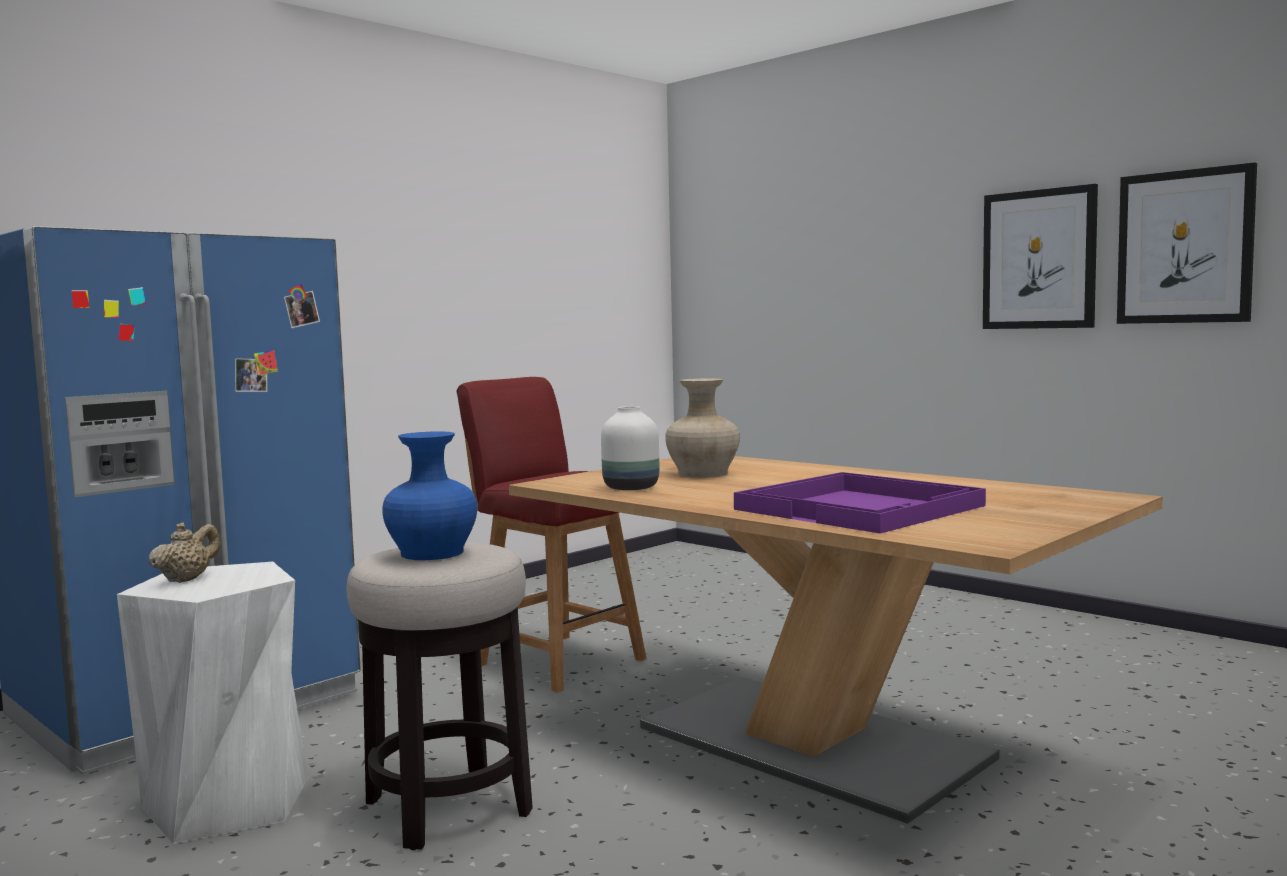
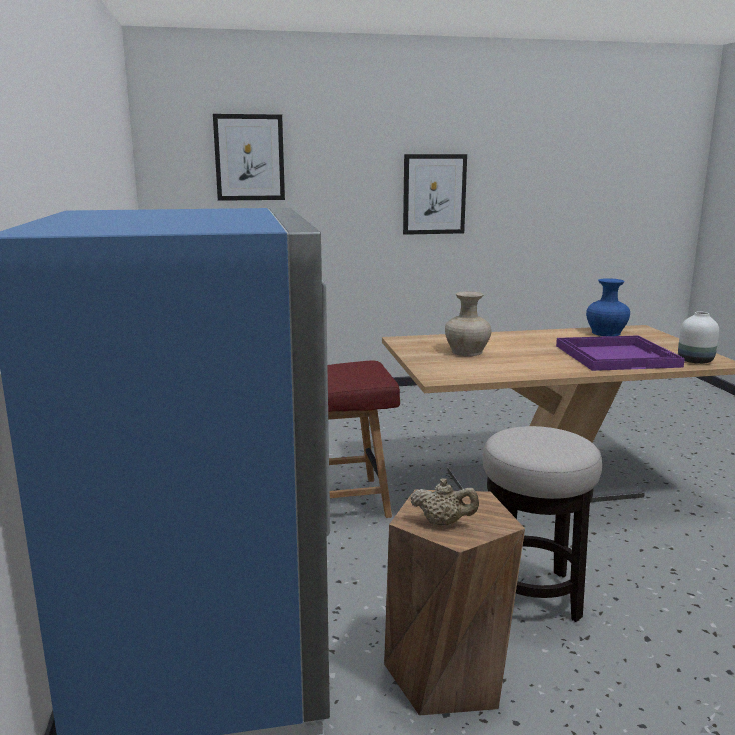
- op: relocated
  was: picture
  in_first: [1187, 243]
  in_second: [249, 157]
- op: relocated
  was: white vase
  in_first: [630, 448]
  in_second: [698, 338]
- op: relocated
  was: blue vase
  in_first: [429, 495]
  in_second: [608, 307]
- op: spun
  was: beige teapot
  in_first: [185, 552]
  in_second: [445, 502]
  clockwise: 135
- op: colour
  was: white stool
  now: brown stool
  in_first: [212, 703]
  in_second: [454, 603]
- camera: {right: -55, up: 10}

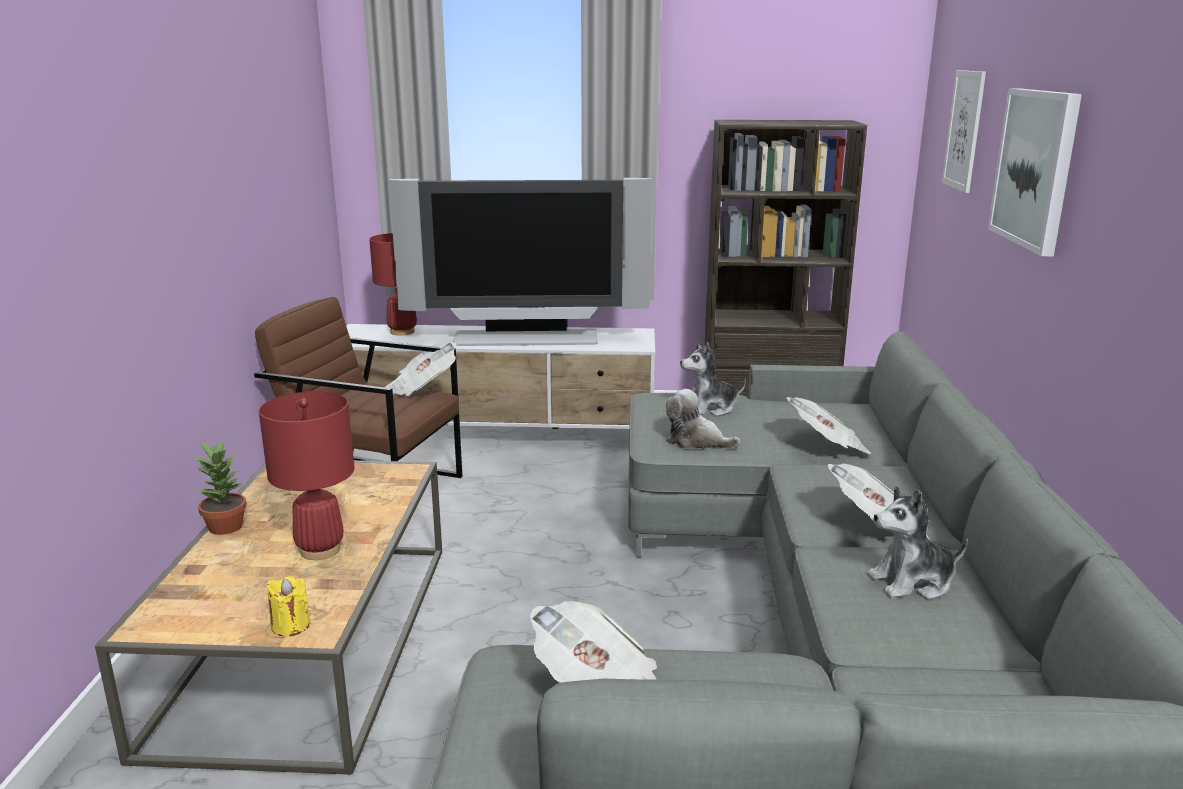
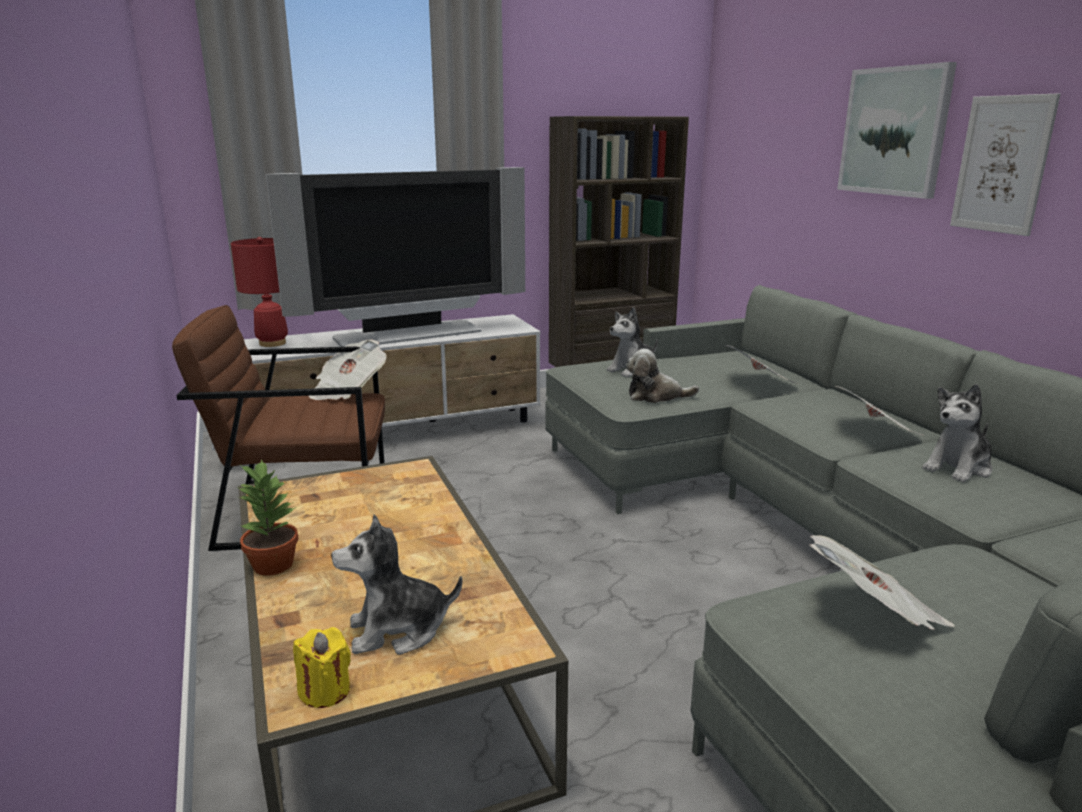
- op: relocated
  was: picture
  in_first: [964, 131]
  in_second: [1005, 165]
- op: missing
  was: red table lamp
  in_first: [307, 475]
- op: relocated
  was: yellow candle
  in_first: [288, 606]
  in_second: [322, 667]
- op: appeared
  now: plush toy
  in_second: [397, 585]
- camera: {right: -25, up: 0}

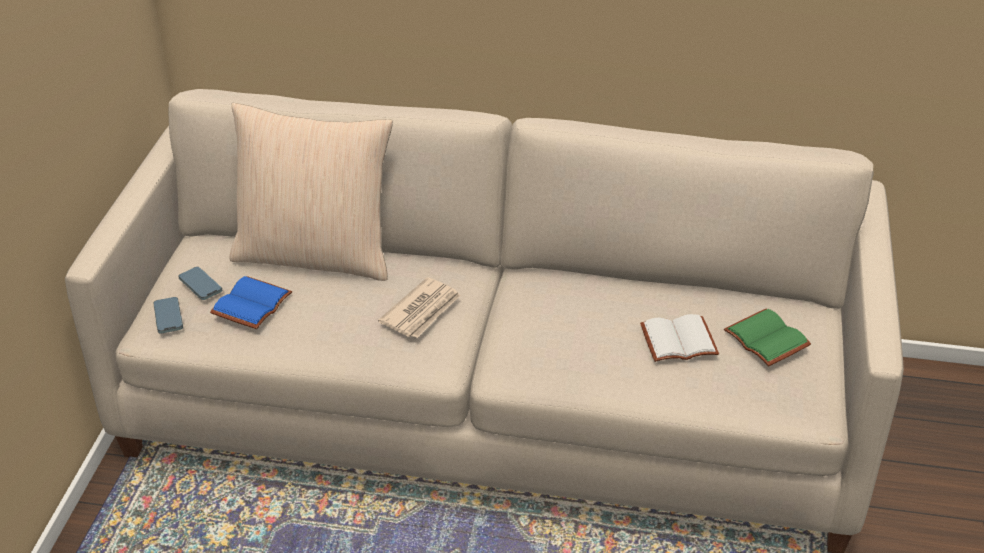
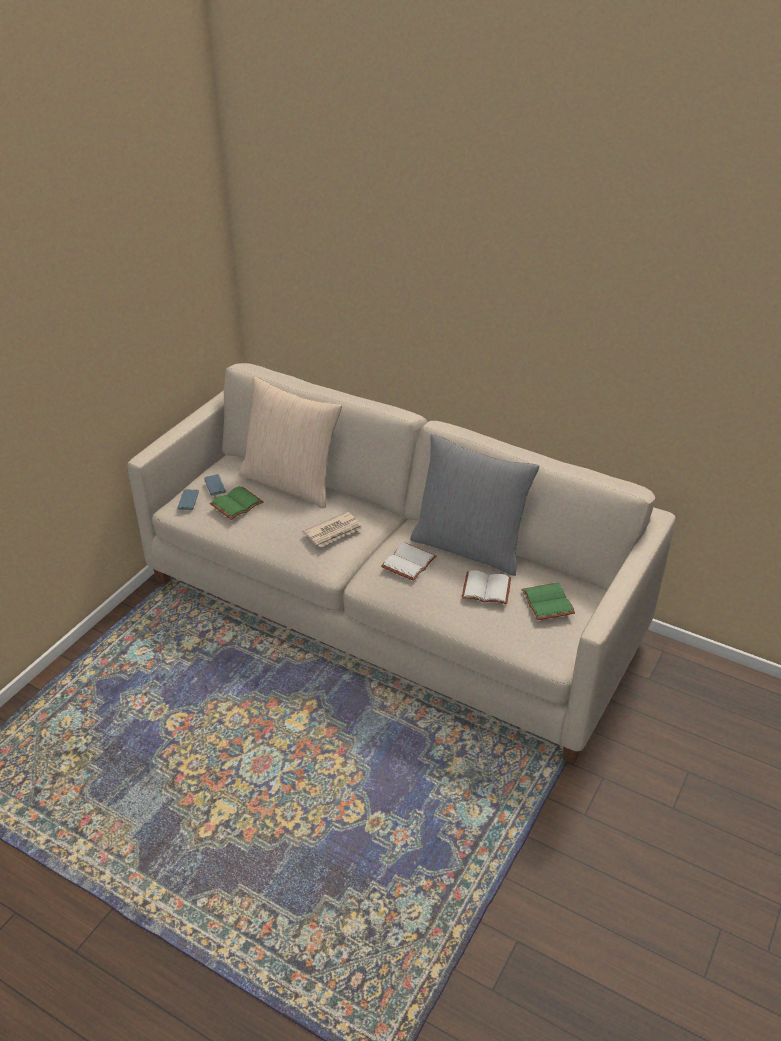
- op: colour
  was: blue book
  now: green book
  in_first: [251, 302]
  in_second: [237, 503]
- op: appeared
  now: grey pillow
  in_second: [474, 505]
- op: appeared
  now: white book
  in_second: [409, 562]
- camera: {right: 20, up: 0}

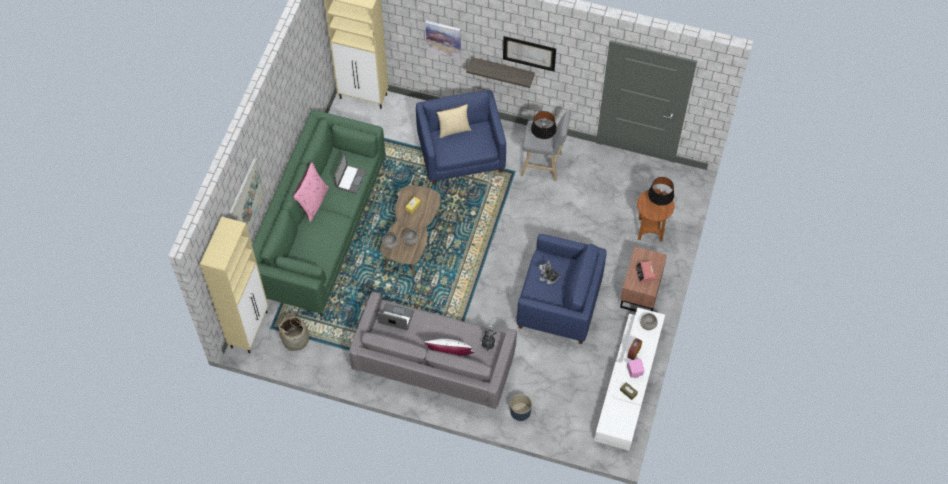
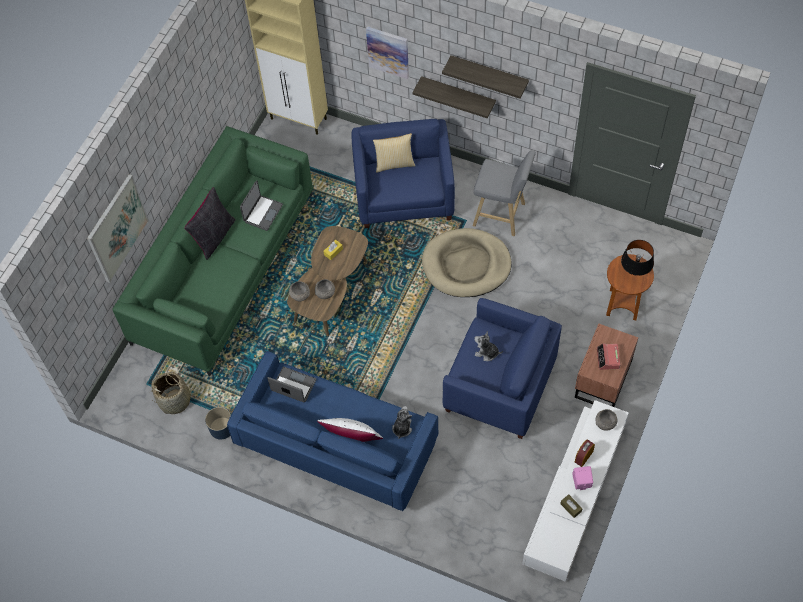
- op: exchanged
  was: picture
  now: shelf
  in_first: [529, 54]
  in_second: [485, 77]
- op: missing
  was: black table lamp
  in_first: [544, 125]
- op: colour
  was: pink pillow
  now: black pillow
  in_first: [311, 192]
  in_second: [209, 223]
- op: missing
  was: beige cabinet
  in_first: [234, 284]
- op: colour
  was: grey sofa
  now: blue sofa
  in_first: [433, 350]
  in_second: [332, 431]
- op: relocated
  was: blue planter
  in_first: [521, 407]
  in_second: [218, 423]
- op: appeared
  now: beige dog bed
  in_second: [466, 262]
- camera: {right: 10, up: 0}

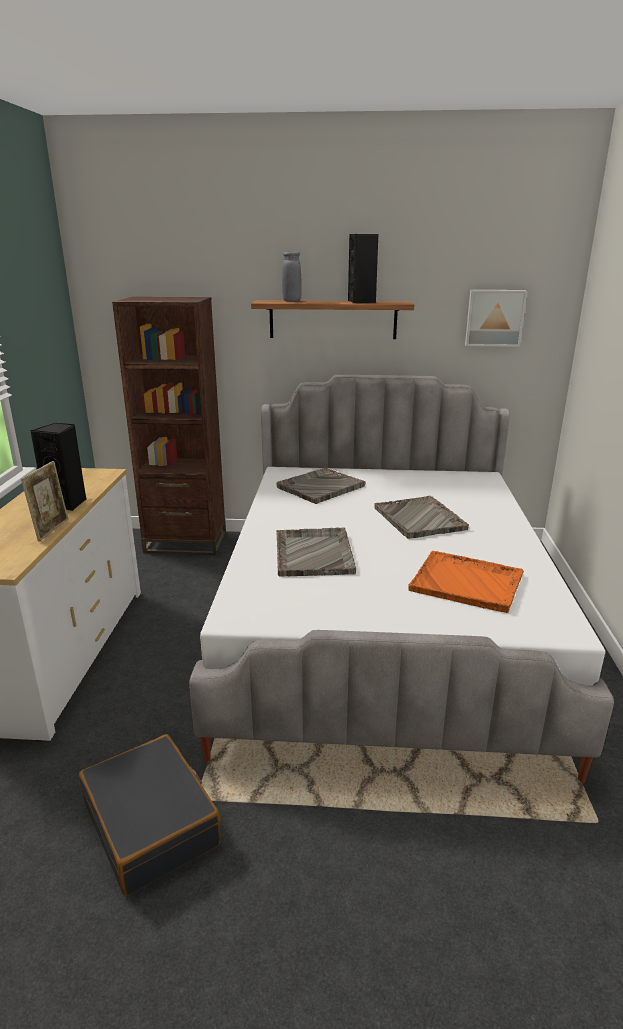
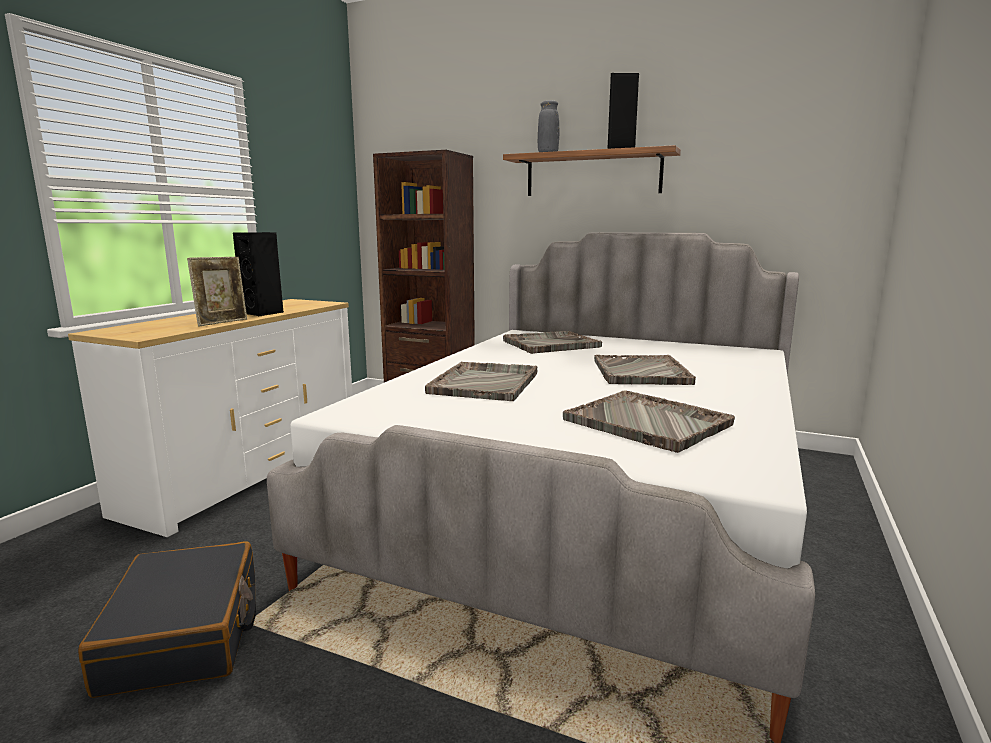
- op: missing
  was: picture
  in_first: [496, 318]
- op: colour
  was: orange tray
  now: grey tray
  in_first: [466, 582]
  in_second: [649, 421]
- camera: {right: 20, up: -10}

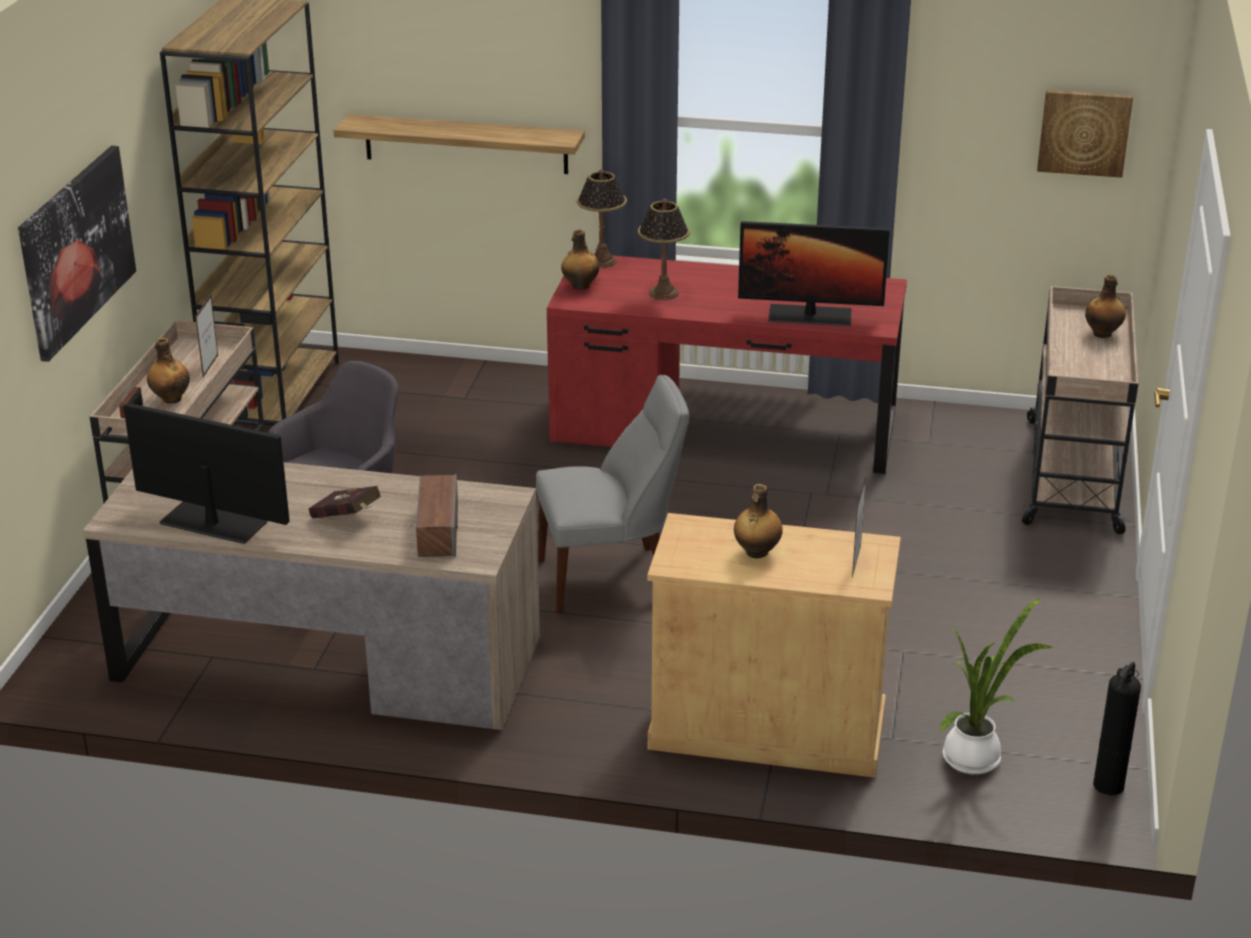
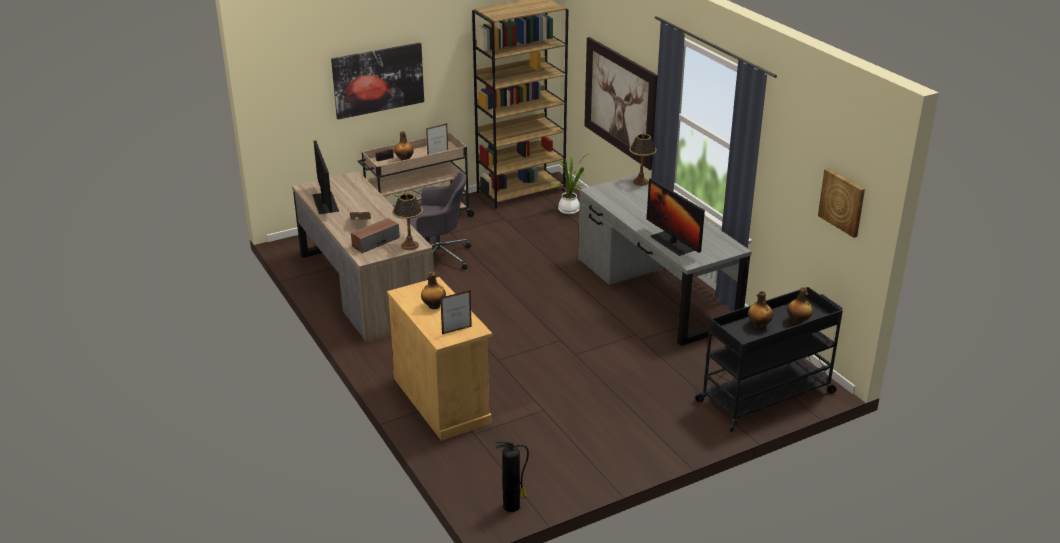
- op: exchanged
  was: shelf
  now: picture
  in_first: [459, 144]
  in_second: [621, 103]
- op: relocated
  was: table lamp
  in_first: [664, 249]
  in_second: [408, 221]
- op: relocated
  was: bottle
  in_first: [580, 259]
  in_second: [760, 310]
- op: colour
  was: red desk
  now: grey desk
  in_first: [727, 364]
  in_second: [665, 260]
- op: colour
  was: beige cart
  now: black cart
  in_first: [1079, 410]
  in_second: [768, 359]
- op: missing
  was: grey chair
  in_first: [612, 494]
- op: relocated
  was: potted plant
  in_first: [996, 686]
  in_second: [571, 183]
- camera: {right: 50, up: 0}

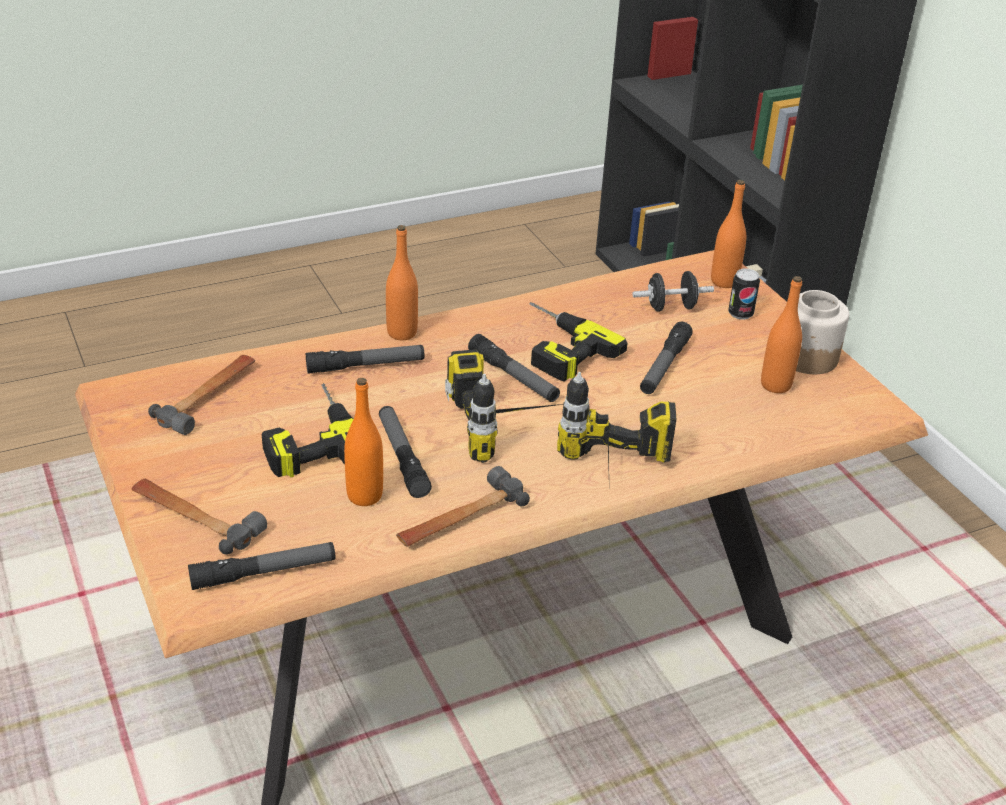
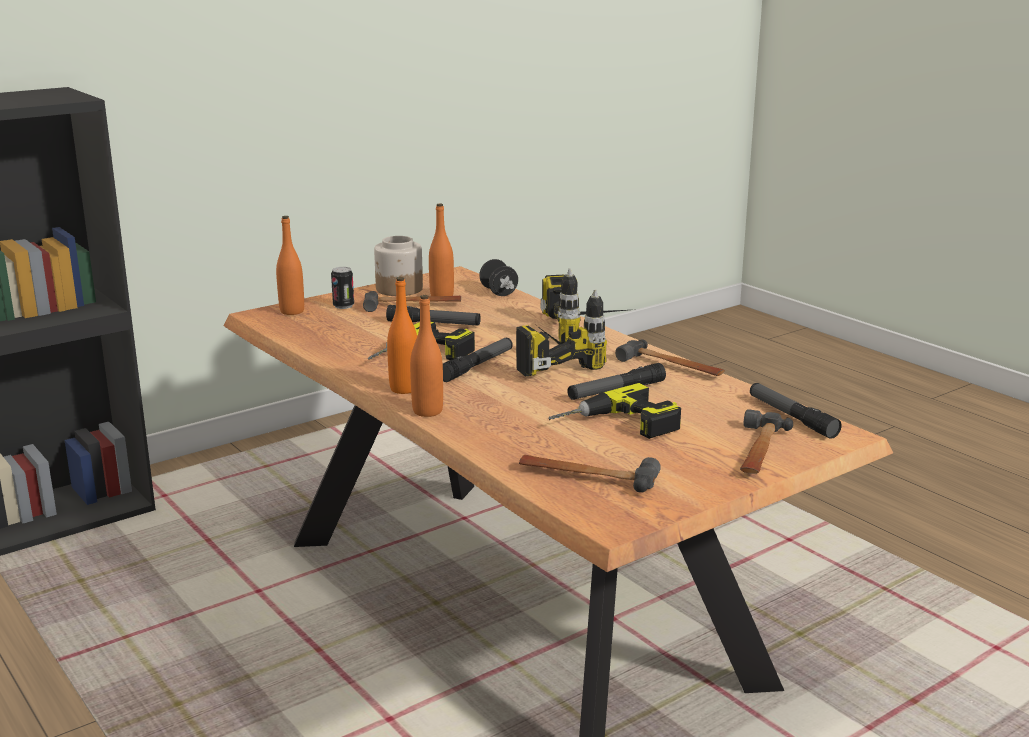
- op: relocated
  was: black dumbbell
  in_first: [673, 291]
  in_second: [498, 277]
- op: missing
  was: flashlight
  in_first: [365, 359]
- op: relocated
  was: orange bottle
  in_first: [363, 442]
  in_second: [402, 335]
- op: appeared
  now: hammer
  in_second: [412, 301]
- camera: {right: -100, up: -15}

